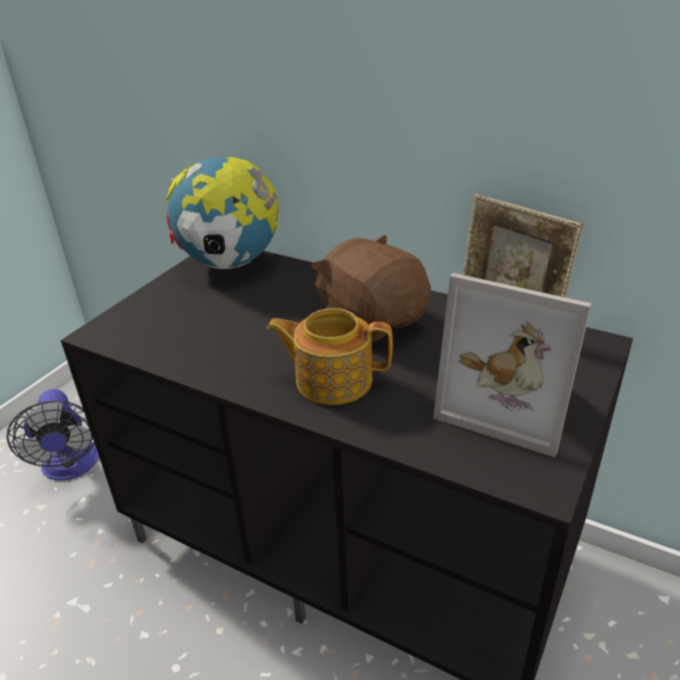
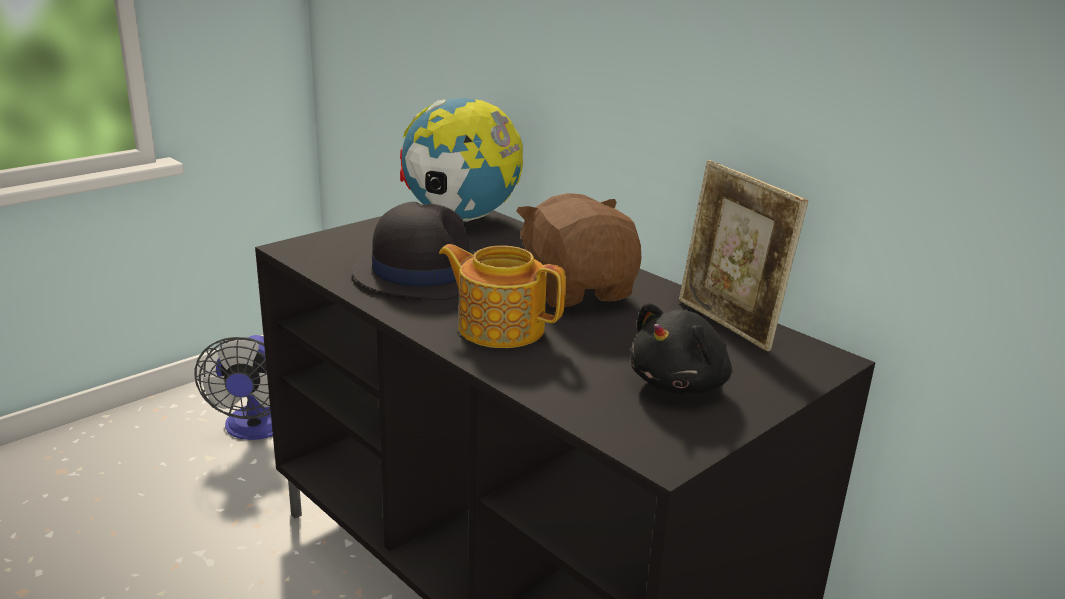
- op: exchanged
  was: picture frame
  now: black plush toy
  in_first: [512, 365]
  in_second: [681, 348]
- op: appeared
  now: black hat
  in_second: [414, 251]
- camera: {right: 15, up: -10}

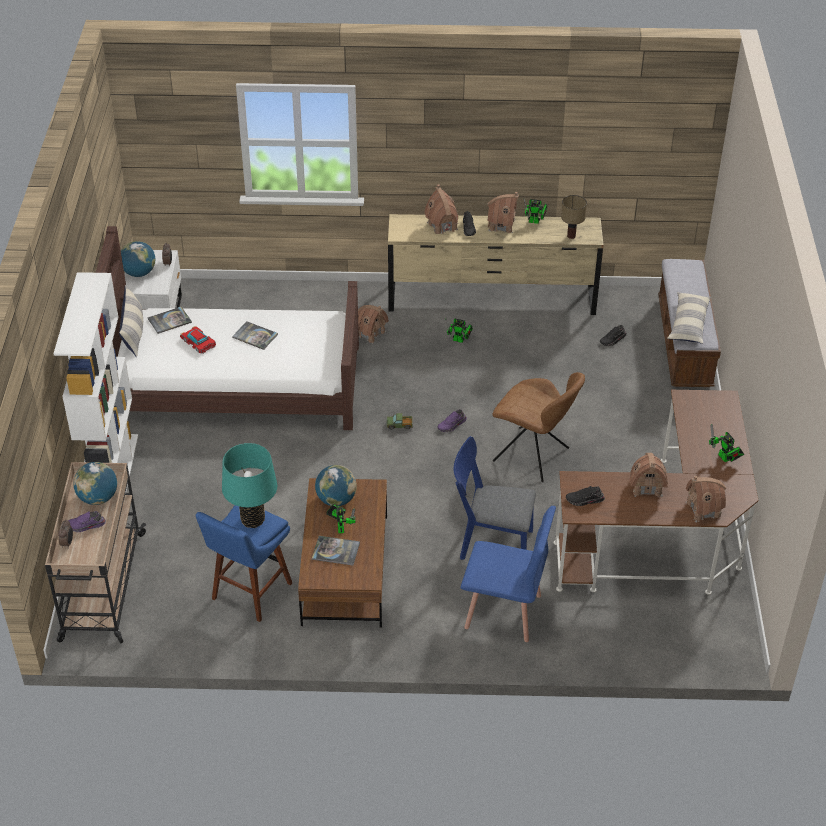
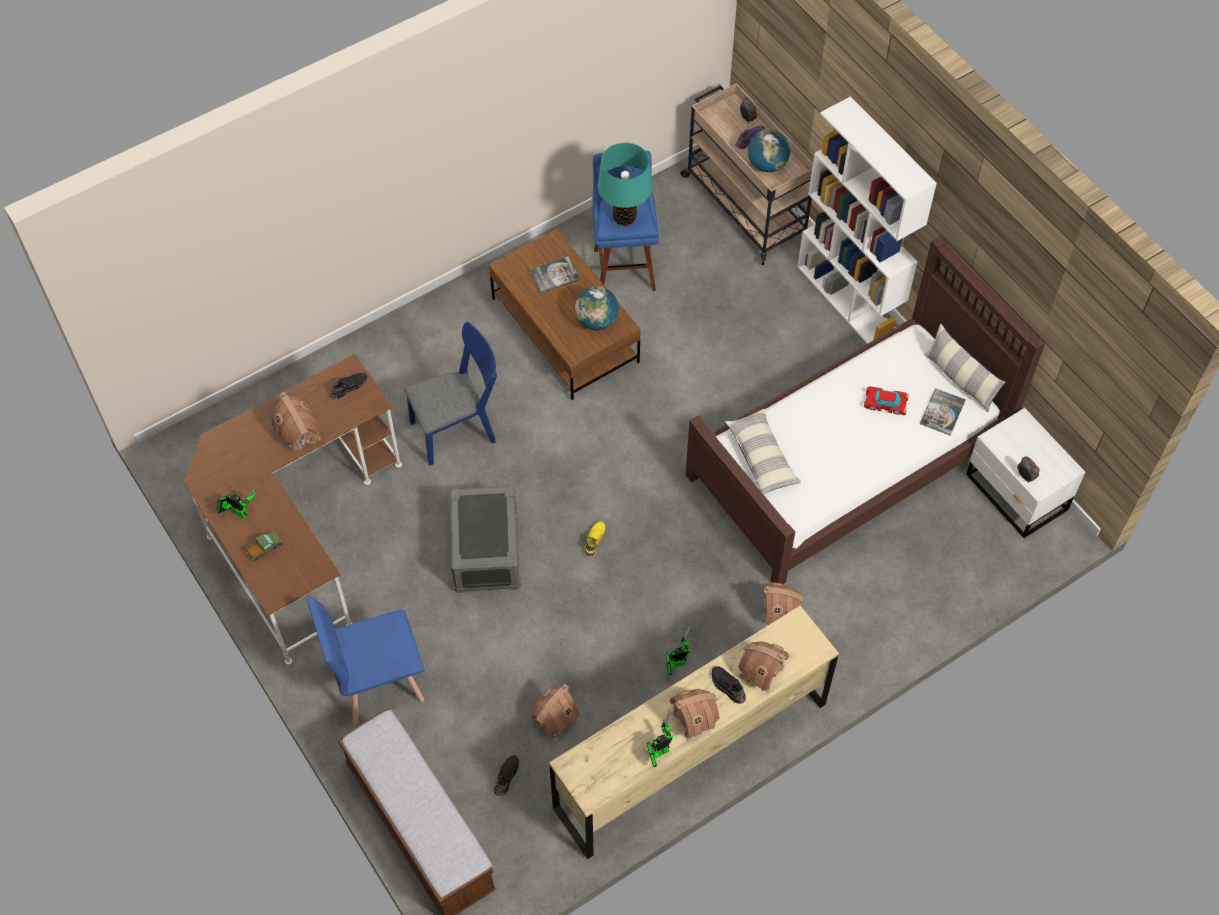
- op: missing
  was: table lamp
  in_first: [574, 217]
- op: missing
  was: globe
  in_first: [138, 259]
- op: relocated
  was: pillow
  in_first: [689, 318]
  in_second: [763, 452]
- op: missing
  was: book
  in_first: [255, 335]
- op: exchanged
  was: brown chair
  now: grey storage box
  in_first: [538, 427]
  in_second: [485, 539]
- op: colour
  was: purple shoe
  now: yellow shoe
  in_first: [452, 420]
  in_second: [595, 539]
- op: relocated
  was: toy truck
  in_first: [399, 421]
  in_second: [264, 546]
- op: relocated
  was: toy house
  in_first: [706, 499]
  in_second: [555, 712]
- op: missing
  was: toy robot
  in_first: [341, 518]
- op: relocated
  was: blue chair
  in_first: [508, 574]
  in_second: [365, 661]
- camera: {right: 145, up: 15}

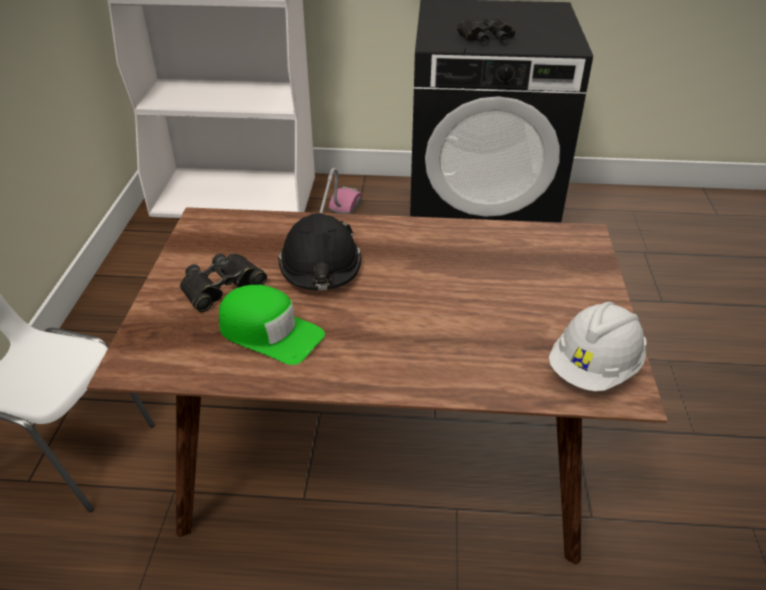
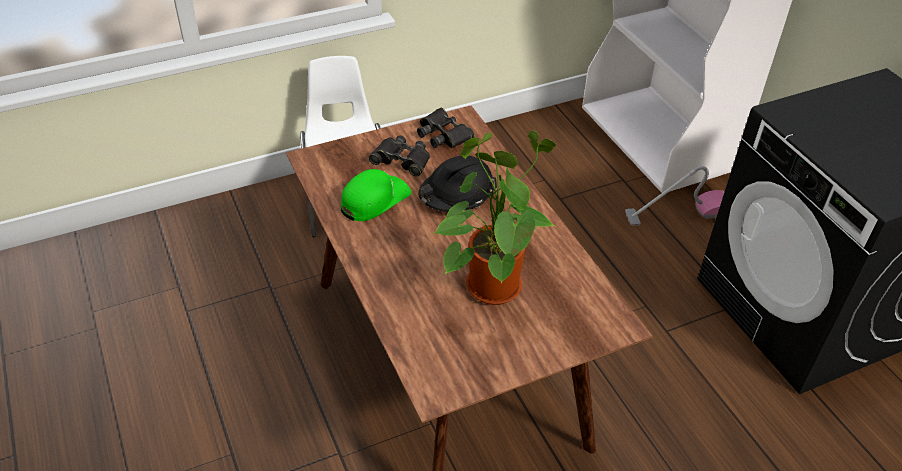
- op: relocated
  was: black binoculars
  in_first: [486, 31]
  in_second: [446, 128]
- op: spun
  was: green cap
  in_first: [272, 325]
  in_second: [376, 195]
  clockwise: -135
- op: missing
  was: white hard hat
  in_first: [598, 346]
- op: appeared
  now: potted plant
  in_second: [495, 217]
- camera: {right: 60, up: 5}

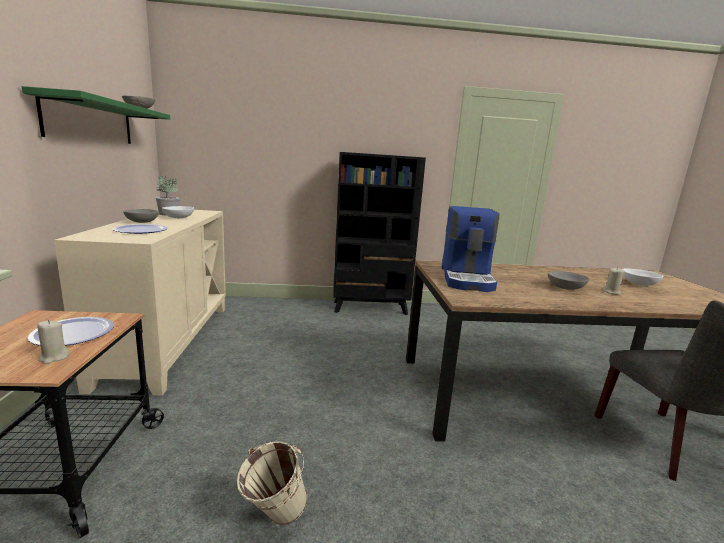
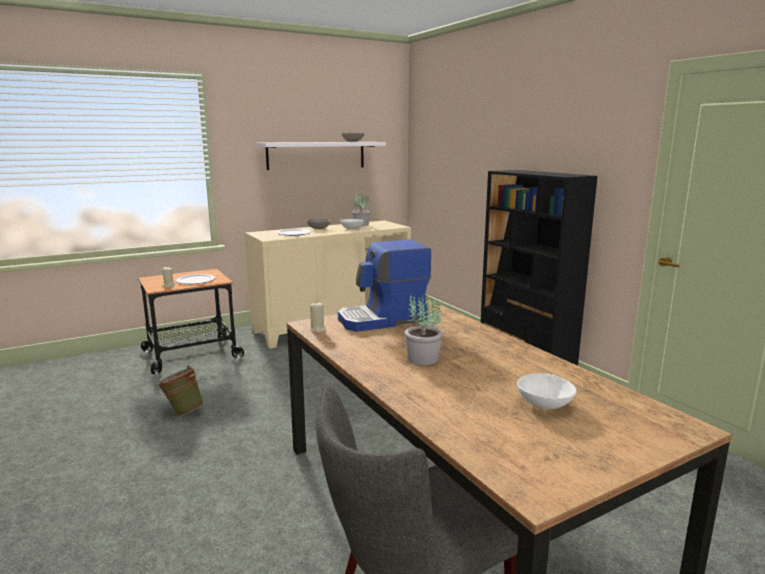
- op: colour
  was: green shelf
  now: white shelf
  in_first: [96, 115]
  in_second: [320, 156]
- op: relocated
  was: beige candle
  in_first: [613, 280]
  in_second: [318, 318]
- op: exchanged
  was: grey bowl
  now: potted plant
  in_first: [568, 280]
  in_second: [424, 329]
- op: colour
  was: beige bucket
  now: green bucket
  in_first: [272, 483]
  in_second: [180, 391]
- camera: {right: 65, up: 0}

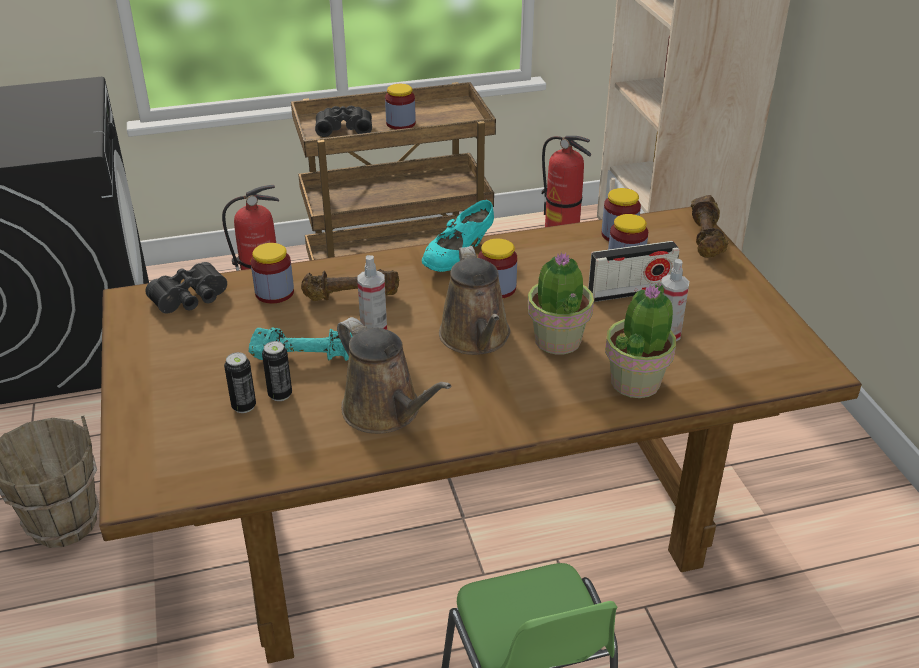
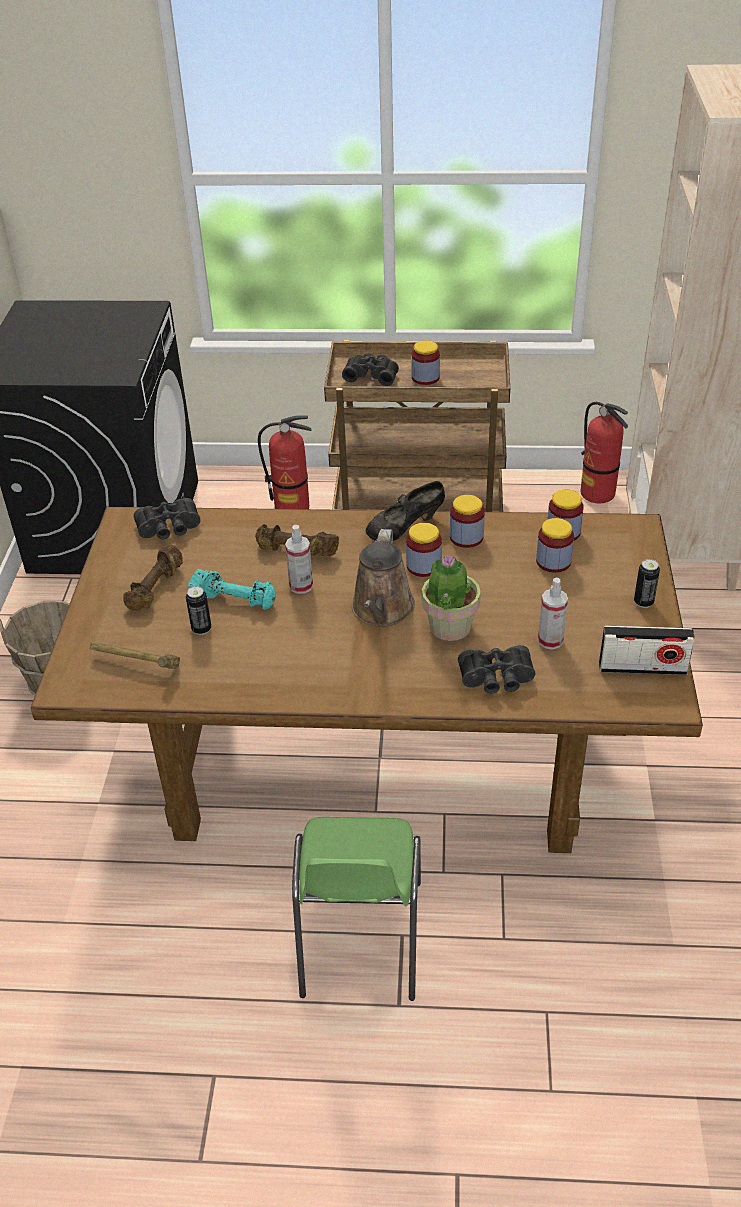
- op: relocated
  was: brown dumbbell
  in_first: [710, 226]
  in_second: [153, 578]
- op: colour
  was: turquoise shoe
  now: black shoe
  in_first: [458, 236]
  in_second: [405, 511]
- op: relocated
  was: radio
  in_first: [634, 271]
  in_second: [647, 650]
- op: relocated
  was: jar
  in_first: [272, 273]
  in_second: [467, 521]
- op: exchanged
  was: potted plant
  now: black binoculars
  in_first: [640, 340]
  in_second: [496, 669]
- op: missing
  was: brown watering can
  in_first: [394, 375]
- op: relocated
  was: can
  in_first: [240, 382]
  in_second: [647, 583]
- op: appeared
  now: hammer
  in_second: [135, 655]
- camera: {right: 20, up: 5}

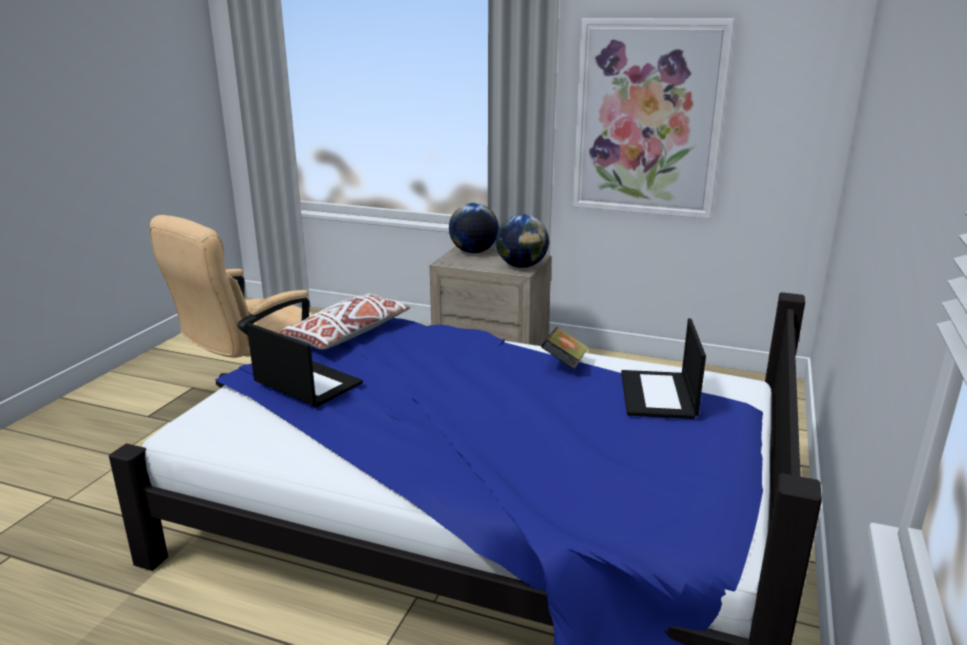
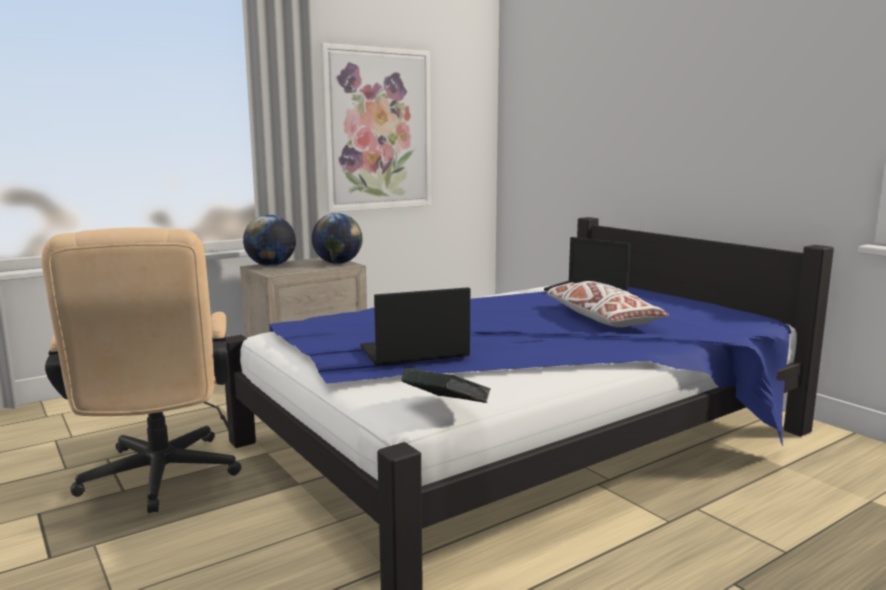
- op: relocated
  was: white pillow
  in_first: [344, 322]
  in_second: [607, 304]
- op: relocated
  was: book
  in_first: [564, 348]
  in_second: [446, 385]
- camera: {right: -55, up: -10}

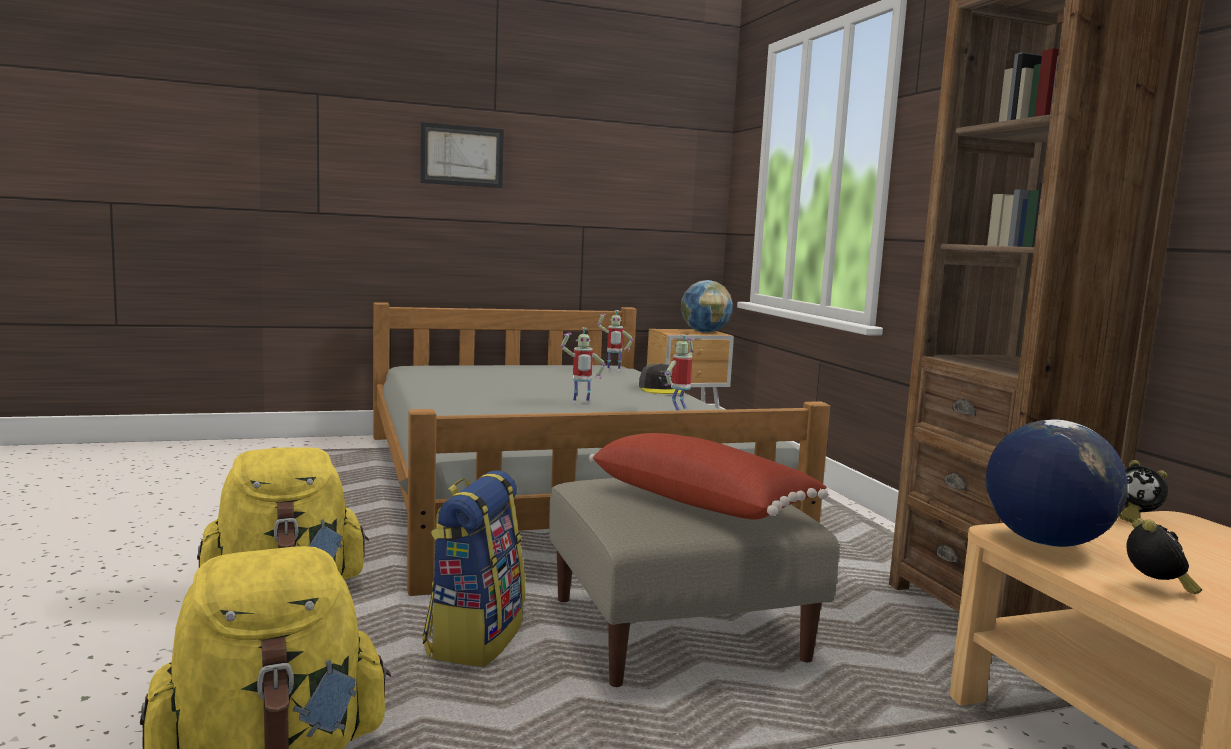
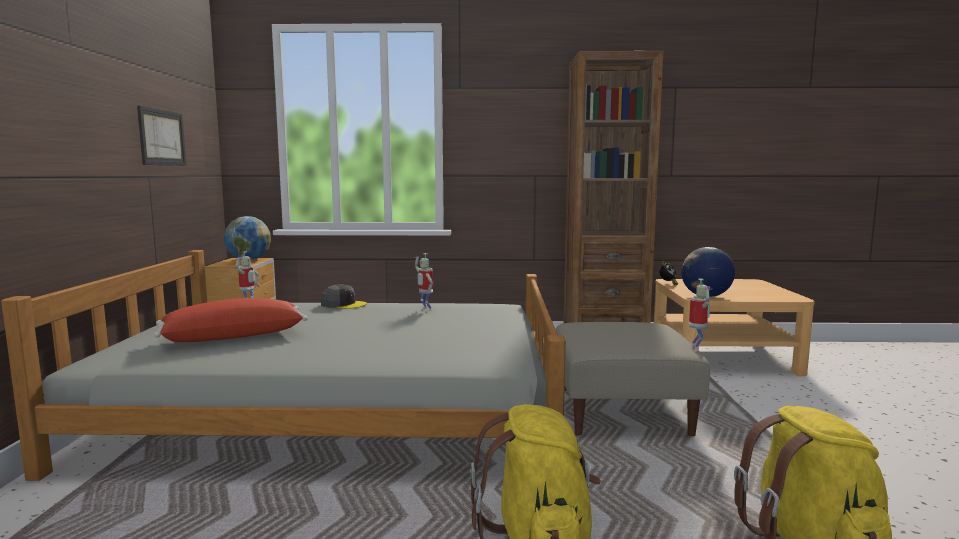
- op: relocated
  was: picture
  in_first: [462, 155]
  in_second: [161, 136]
- op: relocated
  was: toy robot
  in_first: [583, 365]
  in_second: [700, 314]
- op: relocated
  was: red pillow
  in_first: [708, 476]
  in_second: [231, 320]
- op: missing
  was: backpack
  in_first: [473, 568]
- op: missing
  was: alarm clock
  in_first: [1164, 556]
- camera: {right: -70, up: 0}

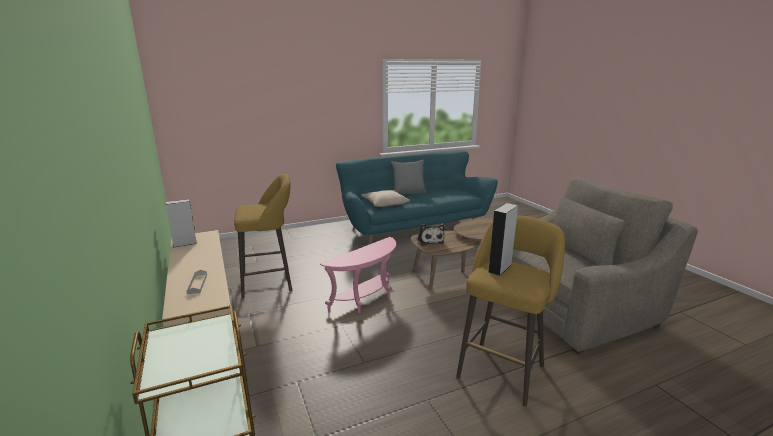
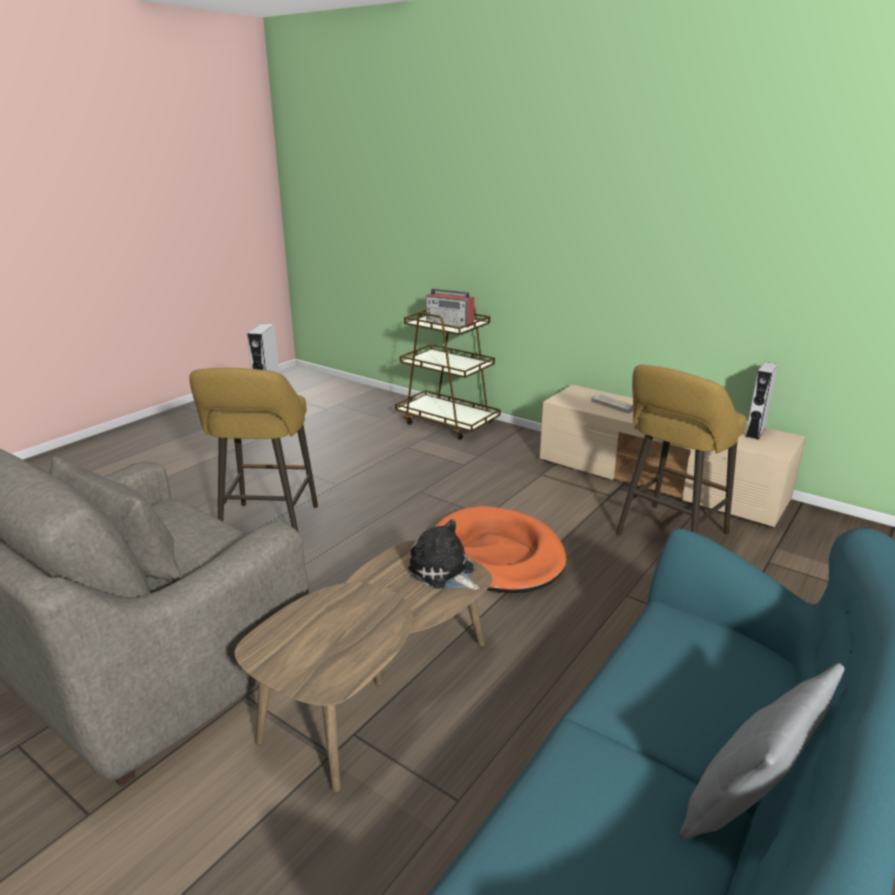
- op: missing
  was: beige pillow
  in_first: [386, 198]
- op: exchanged
  was: pink side table
  now: orange dog bed
  in_first: [358, 275]
  in_second: [501, 549]
- op: appeared
  now: radio
  in_second: [450, 308]
- camera: {right: 150, up: 5}

